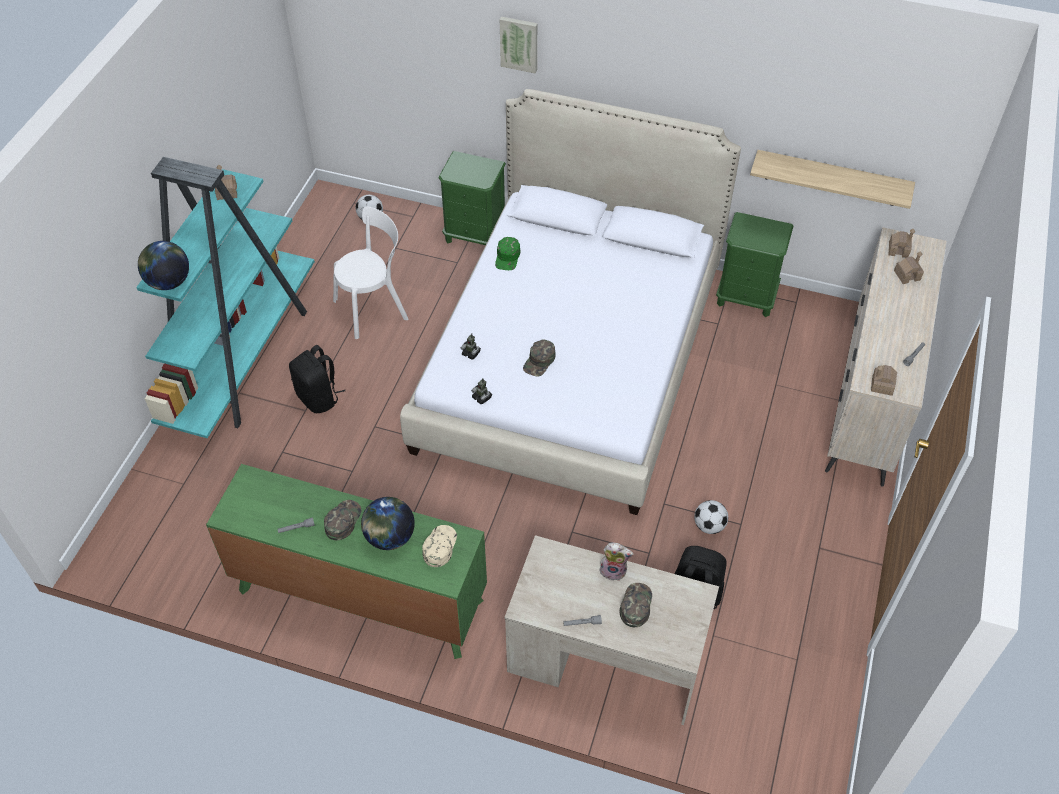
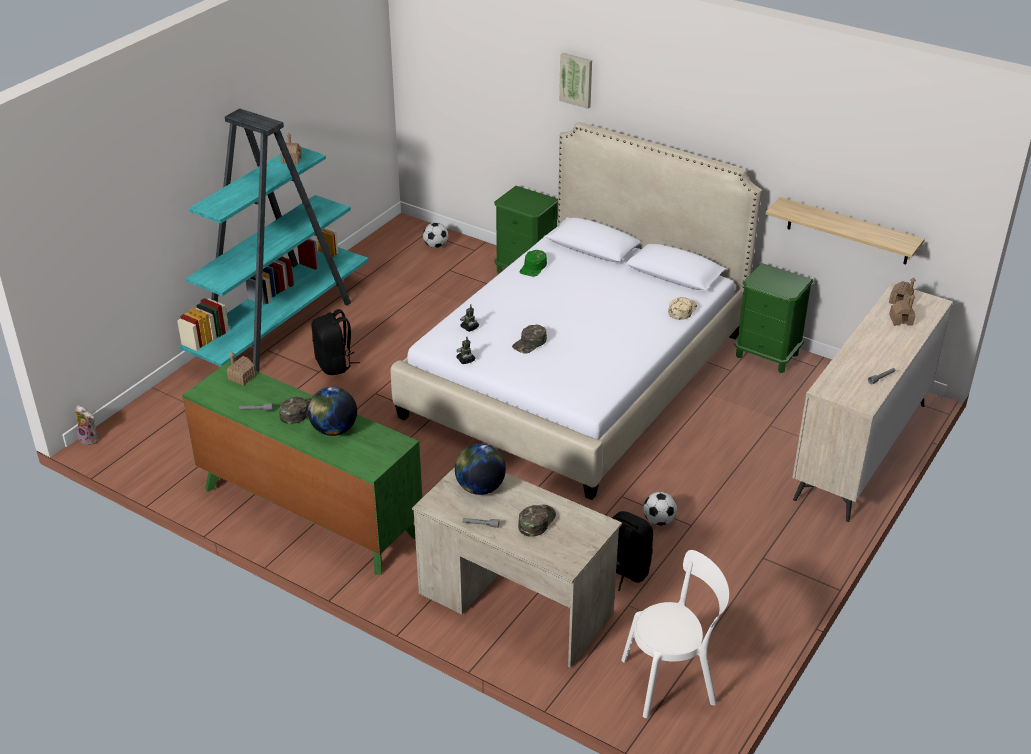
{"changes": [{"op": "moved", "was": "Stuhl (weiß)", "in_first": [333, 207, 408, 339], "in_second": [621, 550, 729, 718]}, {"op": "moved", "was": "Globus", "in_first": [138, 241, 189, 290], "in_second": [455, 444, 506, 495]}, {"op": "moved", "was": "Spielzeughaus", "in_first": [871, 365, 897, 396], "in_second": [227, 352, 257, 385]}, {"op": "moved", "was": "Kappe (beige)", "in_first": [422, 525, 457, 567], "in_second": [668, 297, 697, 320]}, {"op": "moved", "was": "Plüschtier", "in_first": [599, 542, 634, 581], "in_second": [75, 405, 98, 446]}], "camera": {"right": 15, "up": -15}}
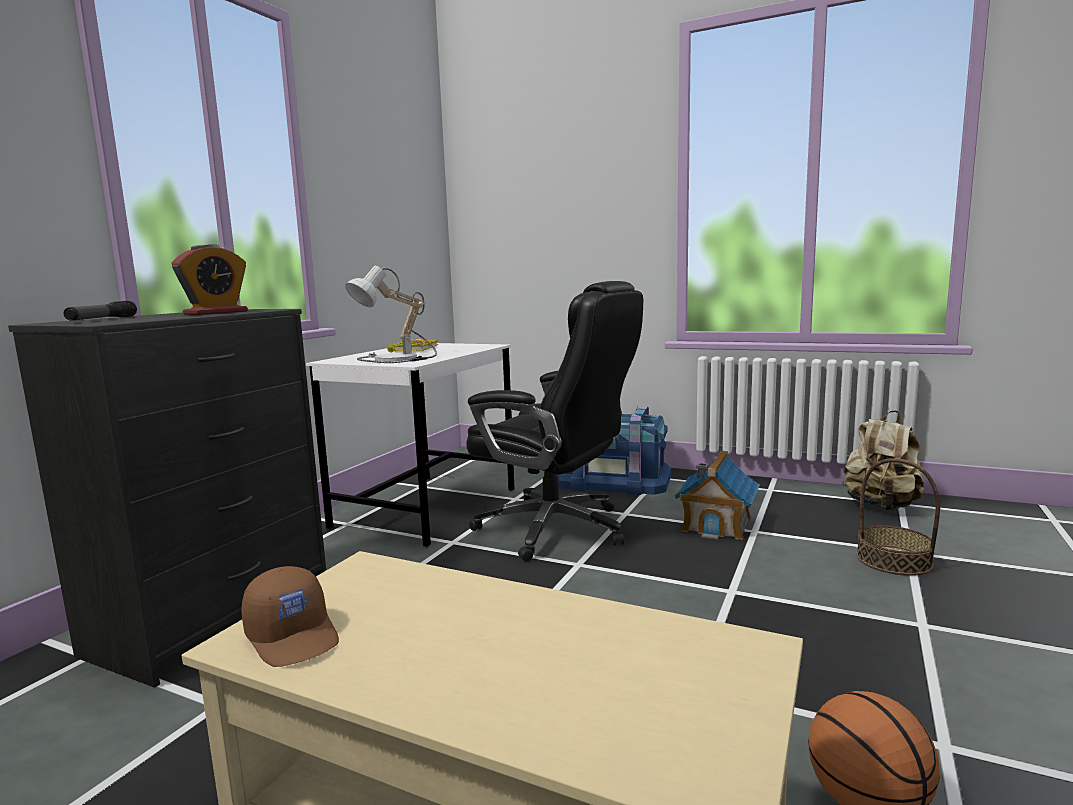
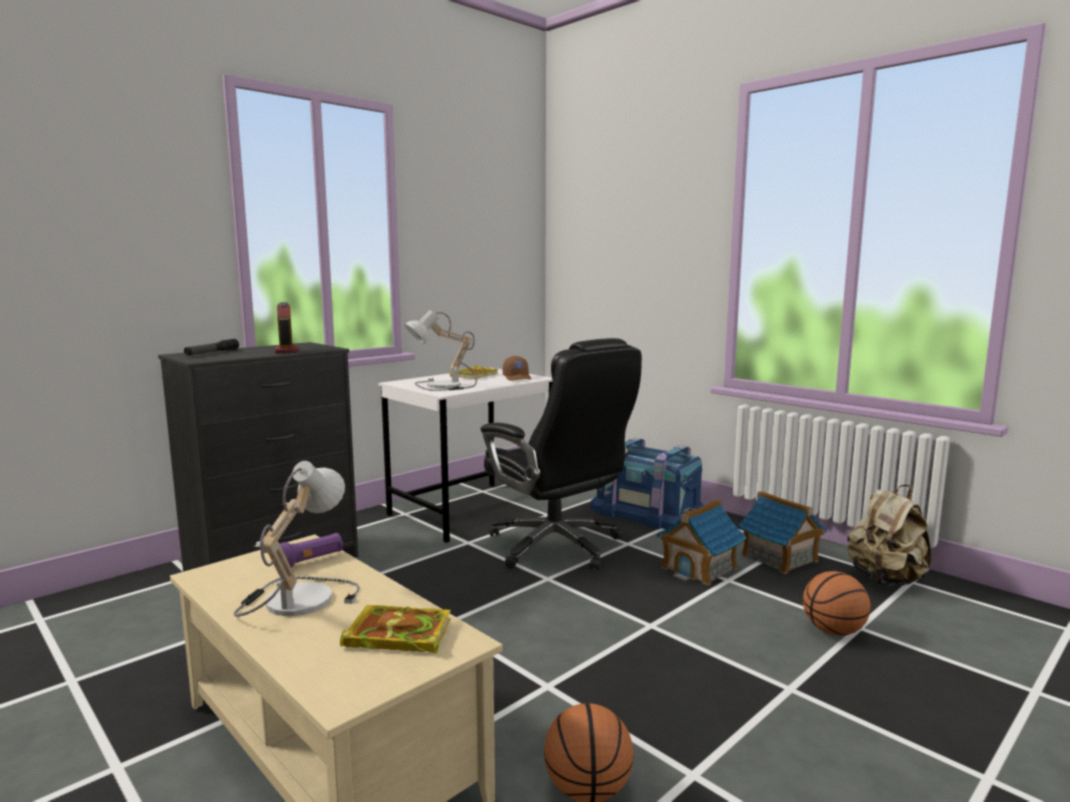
{"changes": [{"op": "turned", "was": "Wecker", "in_first": [171, 244, 248, 315], "in_second": [275, 302, 298, 353], "clockwise": 105}, {"op": "replaced", "was": "Korb", "now": "Basketball", "in_first": [857, 458, 940, 576], "in_second": [803, 571, 871, 636]}, {"op": "moved", "was": "Kappe (braun)", "in_first": [241, 566, 339, 667], "in_second": [503, 356, 531, 381]}, {"op": "added", "now": "Tischlampe", "in_second": [234, 461, 360, 617]}, {"op": "added", "now": "Spielzeughaus", "in_second": [738, 491, 827, 574]}, {"op": "added", "now": "Taschenlampe (lila)", "in_second": [279, 533, 343, 568]}, {"op": "added", "now": "Buch", "in_second": [340, 605, 451, 654]}], "camera": {"right": 20, "up": 0}}
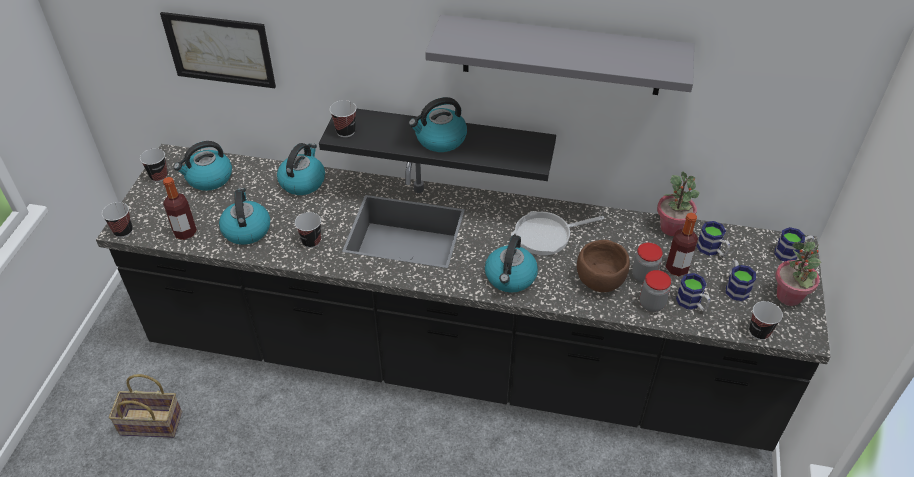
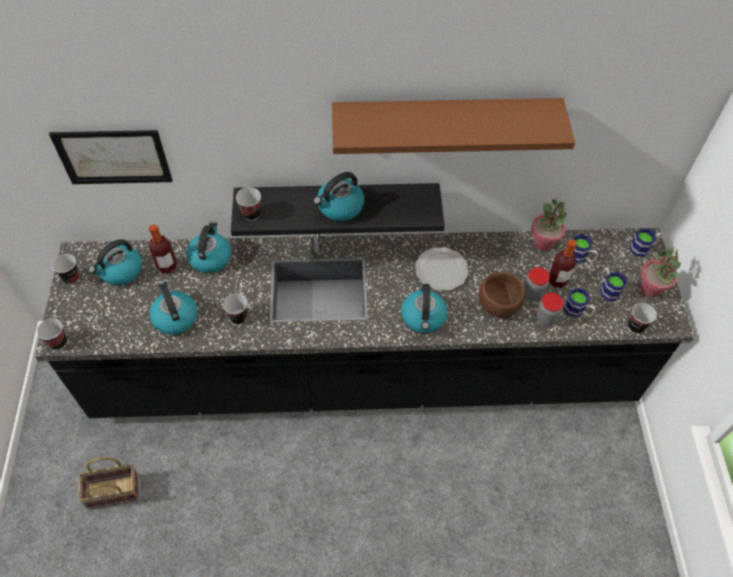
{"changes": [{"op": "recoloured", "was": "Wandregal (grau)", "now": "Wandregal (braun)", "in_first": [425, 15, 694, 95], "in_second": [332, 98, 575, 154]}, {"op": "moved", "was": "Flasche", "in_first": [163, 177, 197, 240], "in_second": [149, 224, 177, 273]}, {"op": "replaced", "was": "Pfanne", "now": "Teller", "in_first": [511, 211, 604, 255], "in_second": [415, 247, 469, 291]}], "camera": {"right": -15, "up": 10}}
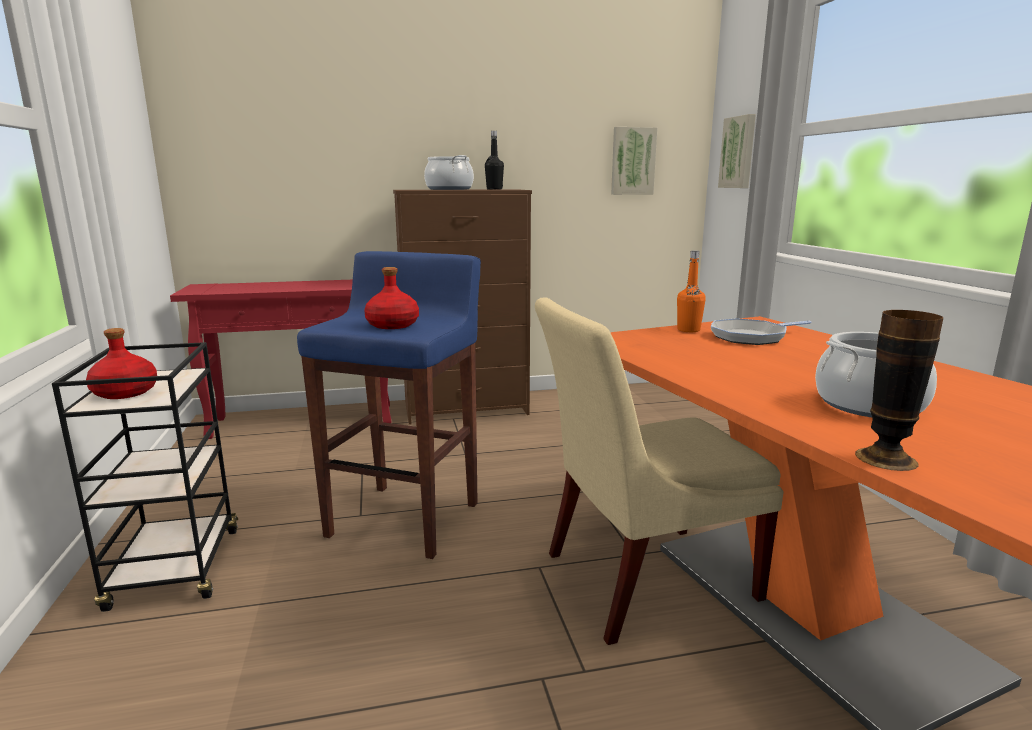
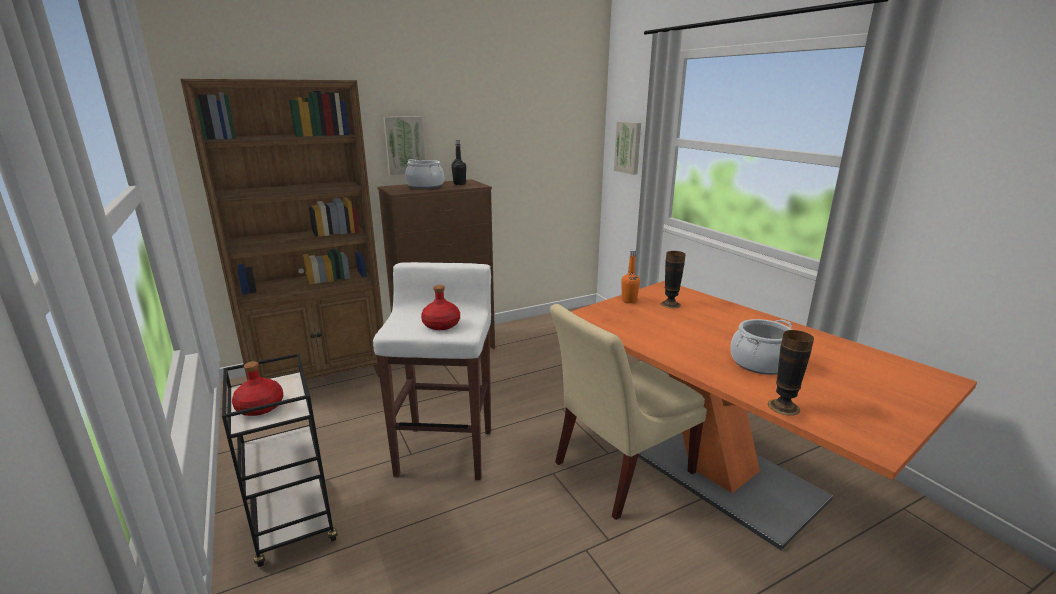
{"changes": [{"op": "moved", "was": "Bild", "in_first": [611, 127, 657, 195], "in_second": [383, 116, 425, 175]}, {"op": "recoloured", "was": "Hocker (blau)", "now": "Hocker (weiß)", "in_first": [297, 251, 481, 559], "in_second": [373, 262, 491, 480]}, {"op": "replaced", "was": "Konsolentisch (rot)", "now": "Bücherregal (braun)", "in_first": [170, 280, 391, 439], "in_second": [181, 79, 384, 380]}, {"op": "replaced", "was": "Pfanne", "now": "Vase", "in_first": [711, 318, 811, 345], "in_second": [660, 251, 686, 308]}], "camera": {"right": -15, "up": 5}}
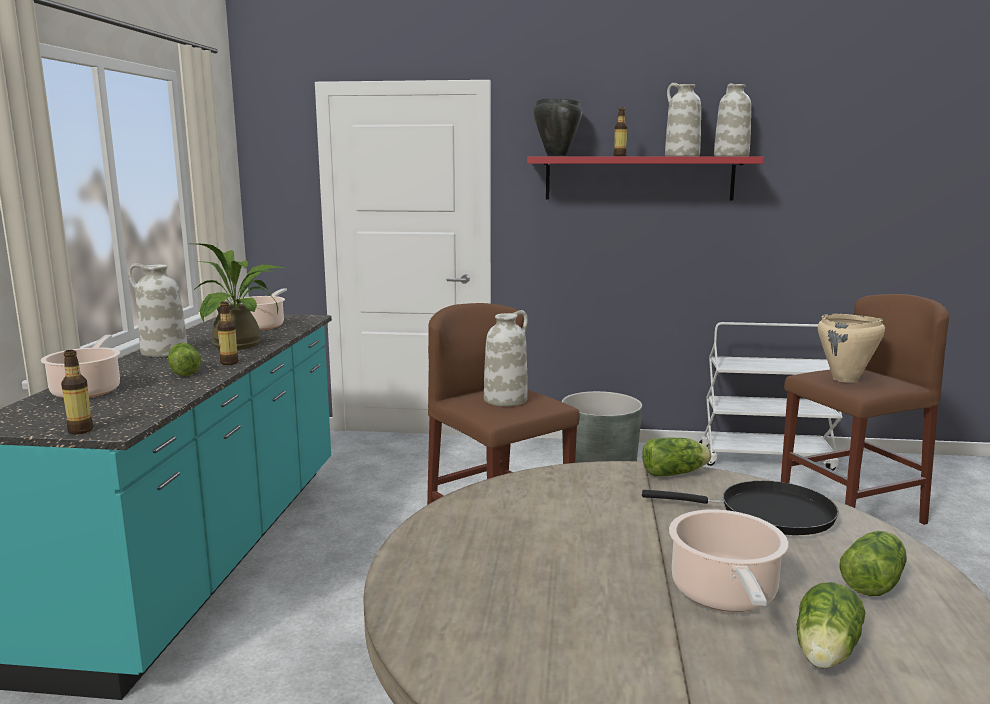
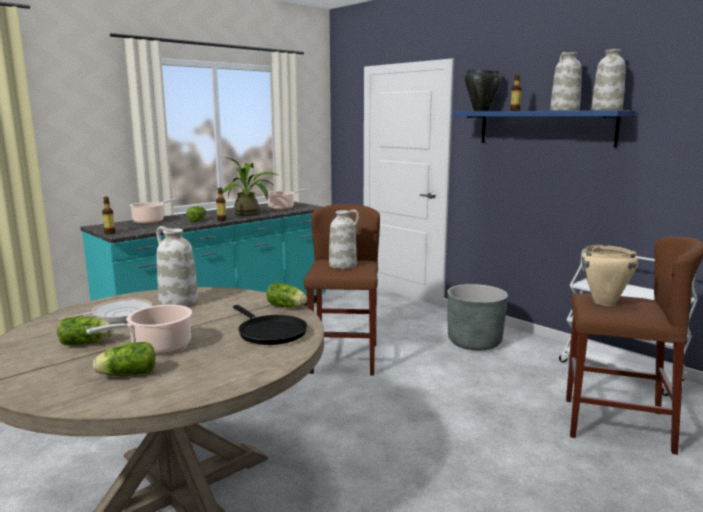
{"changes": [{"op": "recoloured", "was": "Wandregal (rot)", "now": "Wandregal (blau)", "in_first": [527, 157, 764, 201], "in_second": [453, 110, 635, 148]}, {"op": "moved", "was": "Vase (weiß)", "in_first": [128, 263, 187, 357], "in_second": [157, 226, 199, 308]}, {"op": "moved", "was": "Salatkopf", "in_first": [839, 531, 907, 596], "in_second": [57, 317, 113, 345]}, {"op": "added", "now": "Pfanne", "in_second": [58, 299, 152, 323]}], "camera": {"right": 40, "up": 0}}
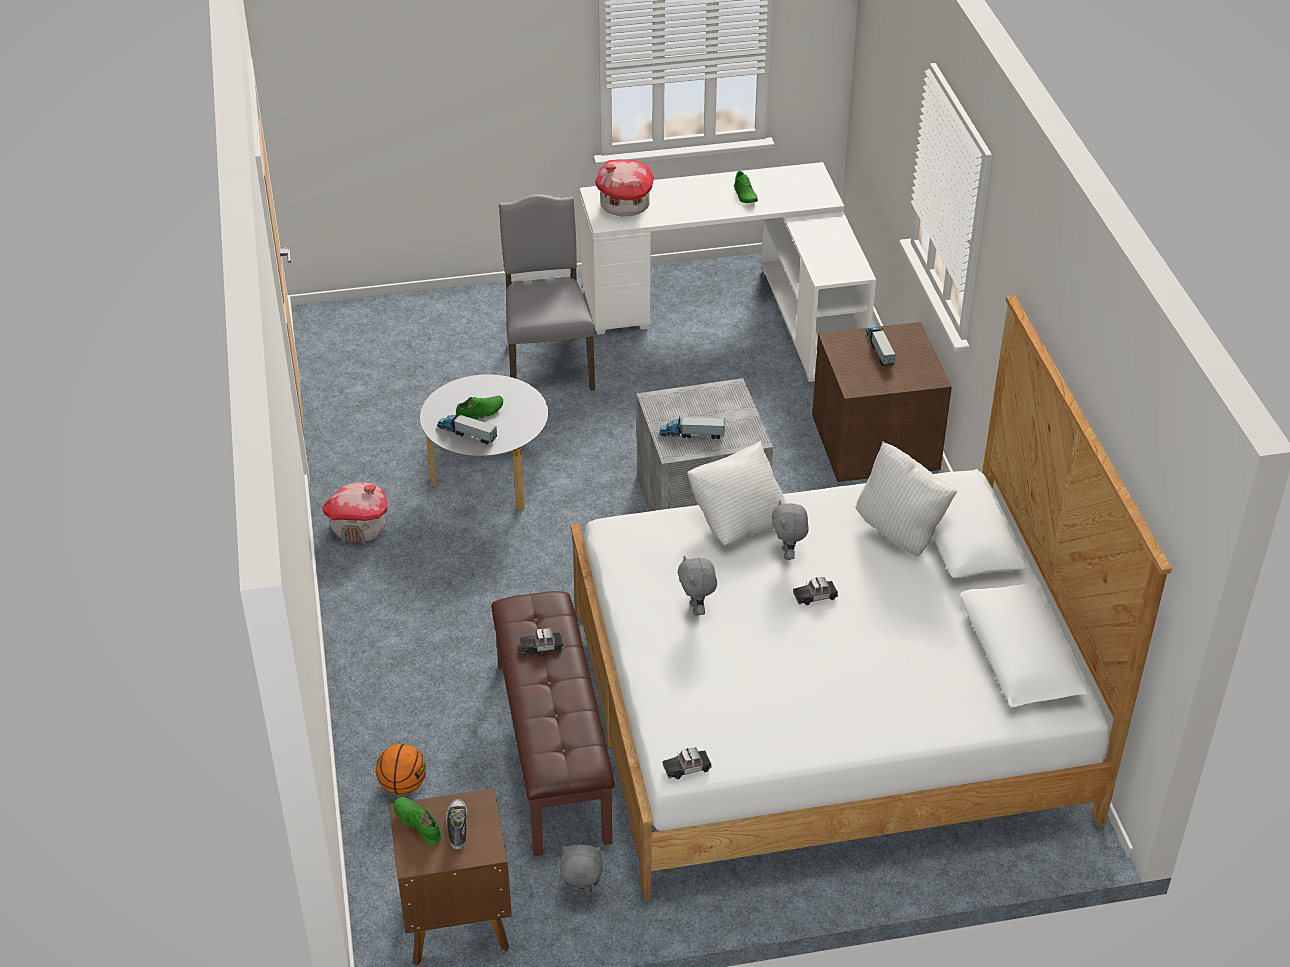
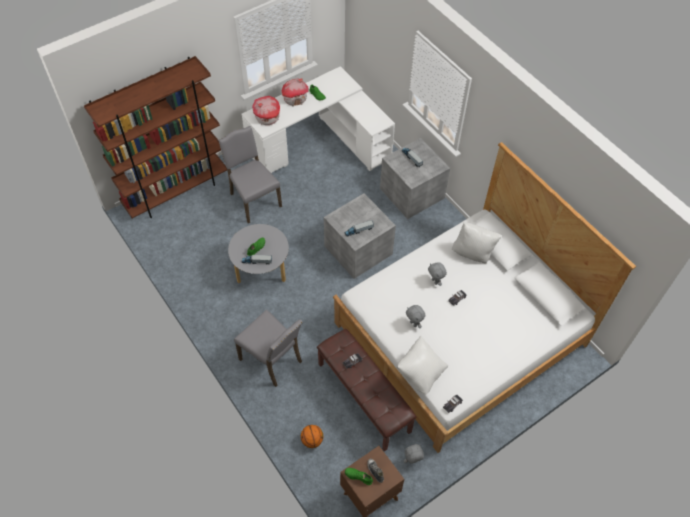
{"changes": [{"op": "recoloured", "was": "Aufbewahrungsbox (braun)", "now": "Aufbewahrungsbox (grau)", "in_first": [812, 322, 952, 482], "in_second": [380, 138, 450, 219]}, {"op": "moved", "was": "Kissen (weiß)", "in_first": [687, 441, 788, 545], "in_second": [397, 336, 448, 395]}, {"op": "moved", "was": "Spielzeughaus", "in_first": [322, 482, 388, 544], "in_second": [282, 78, 308, 107]}, {"op": "added", "now": "Bücherregal (braun)", "in_second": [84, 56, 227, 219]}, {"op": "added", "now": "Stuhl (grau)", "in_second": [234, 310, 303, 387]}], "camera": {"right": -25, "up": 15}}
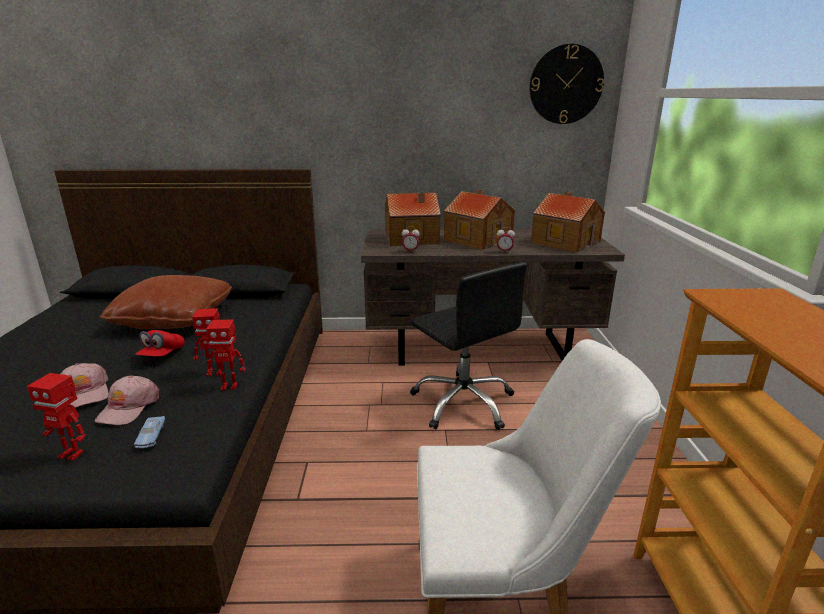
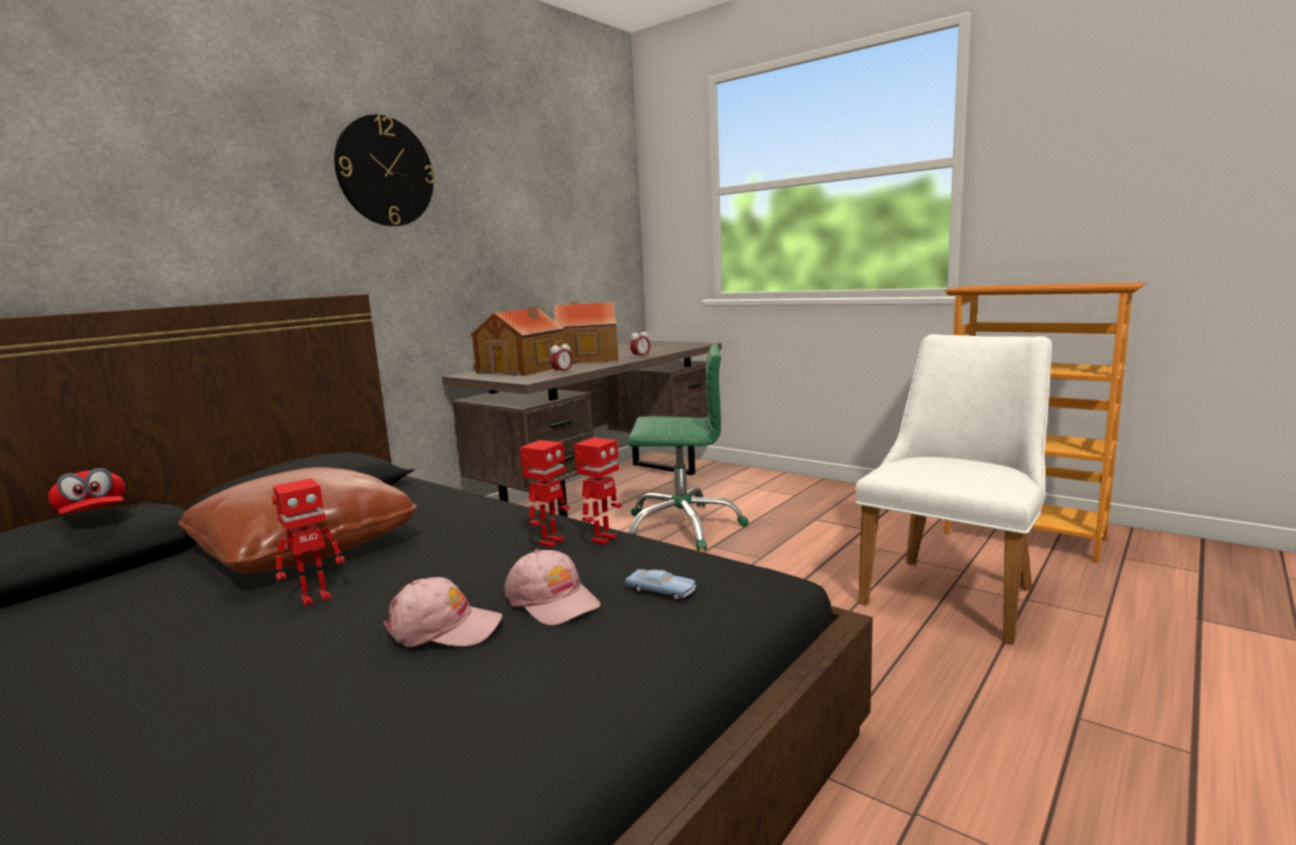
{"changes": [{"op": "moved", "was": "Wanduhr", "in_first": [530, 44, 604, 124], "in_second": [334, 115, 435, 226]}, {"op": "removed", "was": "Spielzeughaus", "in_first": [531, 191, 605, 253]}, {"op": "recoloured", "was": "Bürostuhl (schwarz)", "now": "Bürostuhl (grün)", "in_first": [410, 262, 527, 430], "in_second": [628, 344, 749, 551]}, {"op": "moved", "was": "Kappe (rot)", "in_first": [135, 330, 185, 356], "in_second": [48, 468, 125, 514]}, {"op": "moved", "was": "Spielzeugroboter", "in_first": [27, 373, 86, 461], "in_second": [272, 478, 345, 607]}], "camera": {"right": -50, "up": -10}}
